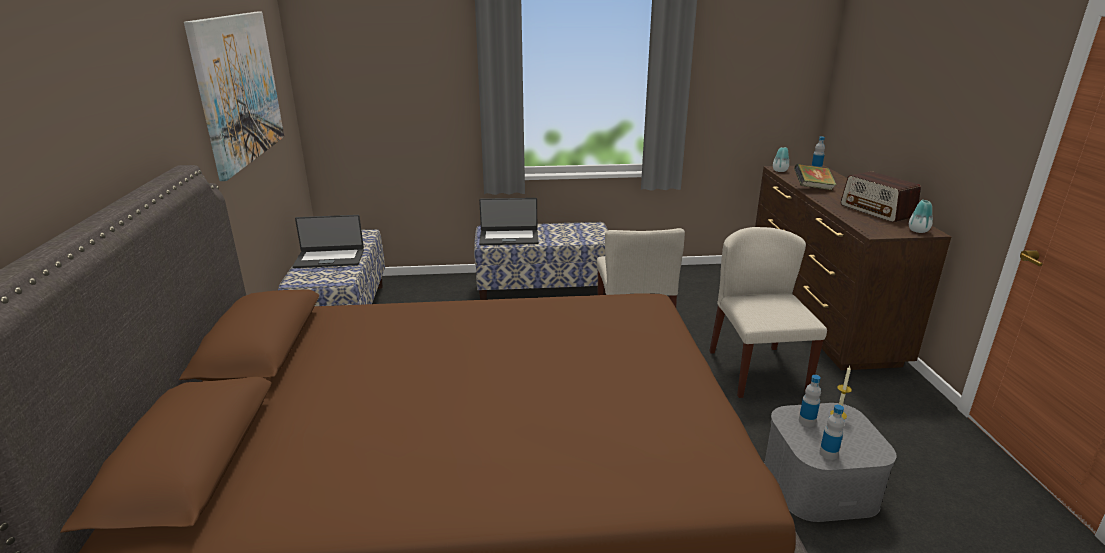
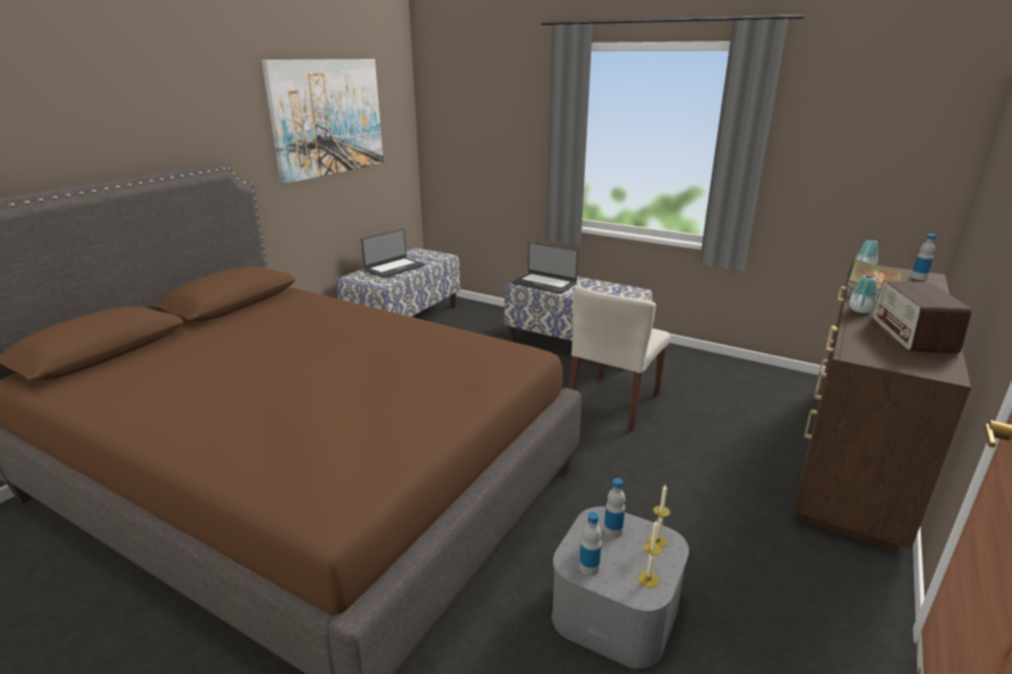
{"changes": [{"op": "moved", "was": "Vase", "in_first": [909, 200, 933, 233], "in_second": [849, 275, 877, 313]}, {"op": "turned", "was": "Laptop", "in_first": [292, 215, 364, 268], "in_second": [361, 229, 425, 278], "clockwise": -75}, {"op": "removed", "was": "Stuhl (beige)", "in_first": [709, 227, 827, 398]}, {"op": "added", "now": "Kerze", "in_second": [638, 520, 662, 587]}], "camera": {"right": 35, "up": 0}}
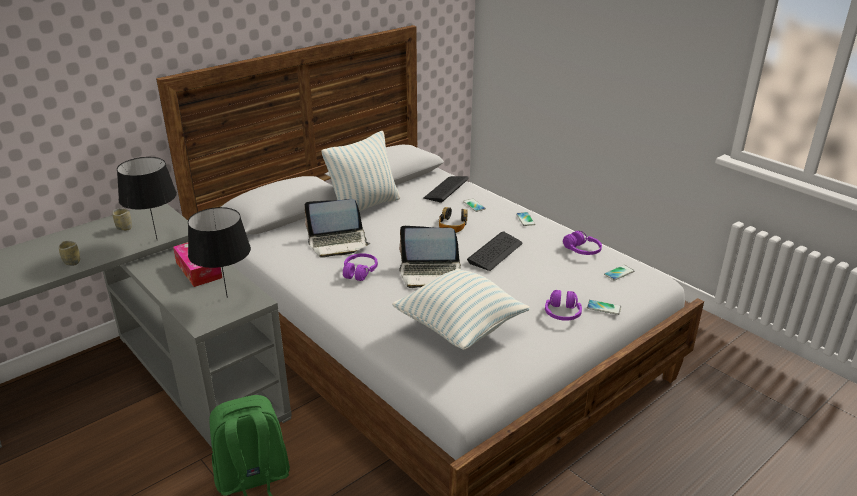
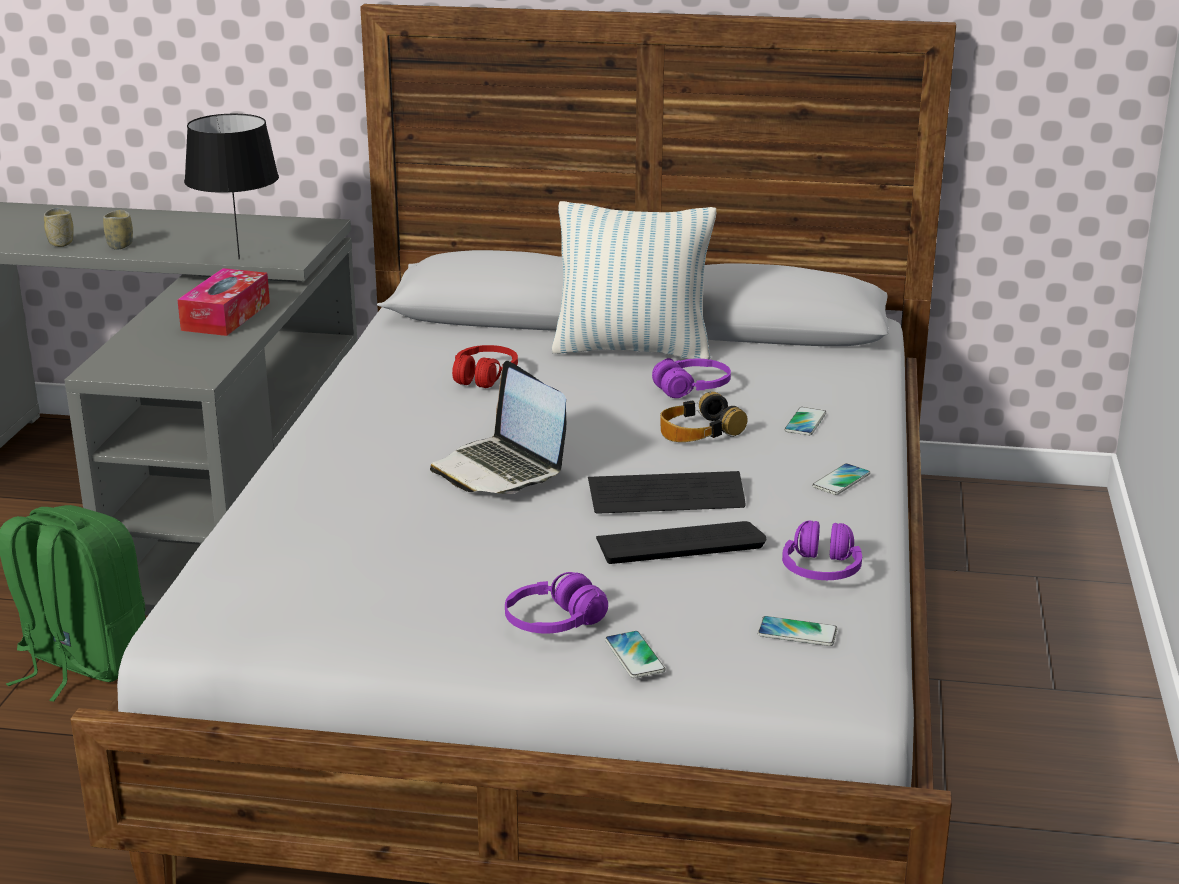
{"changes": [{"op": "moved", "was": "Tastatur", "in_first": [424, 176, 468, 203], "in_second": [596, 521, 766, 564]}, {"op": "replaced", "was": "Laptop", "now": "Kopfhörer (rot)", "in_first": [304, 199, 370, 258], "in_second": [452, 345, 518, 388]}, {"op": "removed", "was": "Tischlampe (schwarz)", "in_first": [188, 207, 251, 298]}, {"op": "moved", "was": "Tasse", "in_first": [112, 209, 132, 231], "in_second": [44, 208, 74, 247]}, {"op": "moved", "was": "Kopfhörer (lila)", "in_first": [343, 253, 378, 281], "in_second": [652, 358, 731, 398]}, {"op": "removed", "was": "Kissen", "in_first": [392, 268, 530, 350]}], "camera": {"right": 50, "up": -5}}
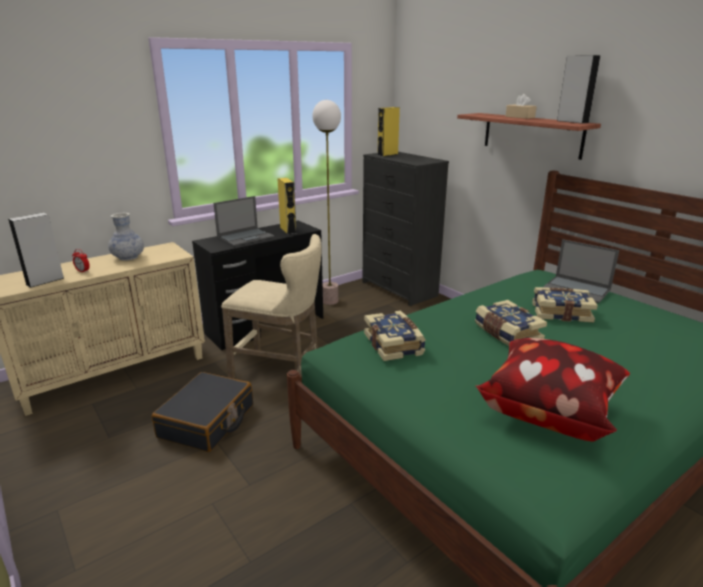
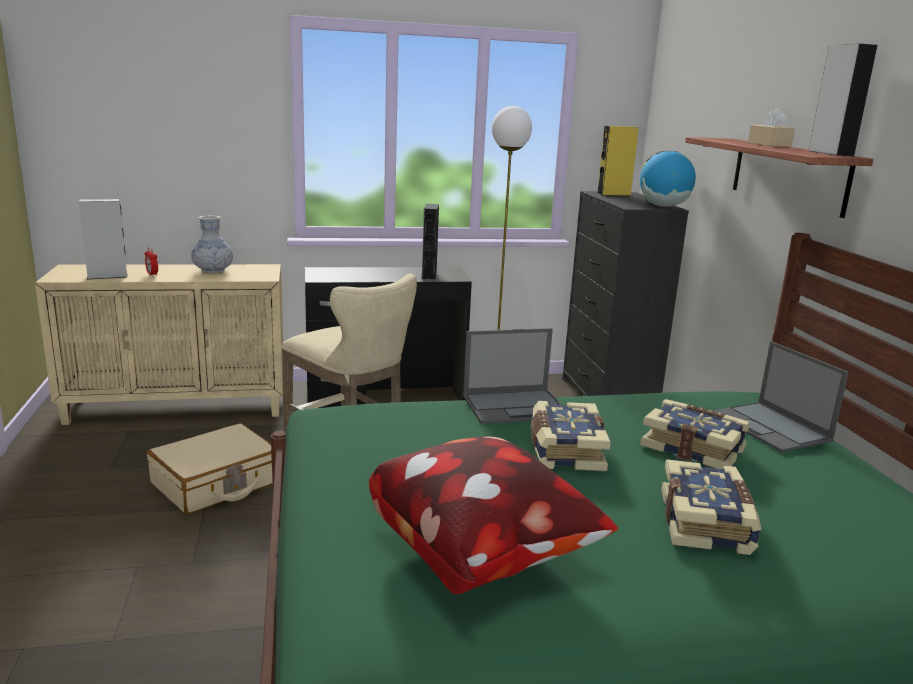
{"changes": [{"op": "recoloured", "was": "Lautsprecher (gelb)", "now": "Lautsprecher (schwarz)", "in_first": [277, 178, 296, 235], "in_second": [422, 204, 439, 280]}, {"op": "moved", "was": "Laptop", "in_first": [213, 196, 275, 246], "in_second": [463, 328, 561, 424]}, {"op": "moved", "was": "Buch", "in_first": [364, 310, 426, 361], "in_second": [661, 459, 762, 555]}, {"op": "recoloured", "was": "Koffer (schwarz)", "now": "Koffer (beige)", "in_first": [152, 372, 253, 452], "in_second": [147, 423, 273, 514]}, {"op": "added", "now": "Globus", "in_second": [640, 151, 696, 207]}], "camera": {"right": 25, "up": -5}}
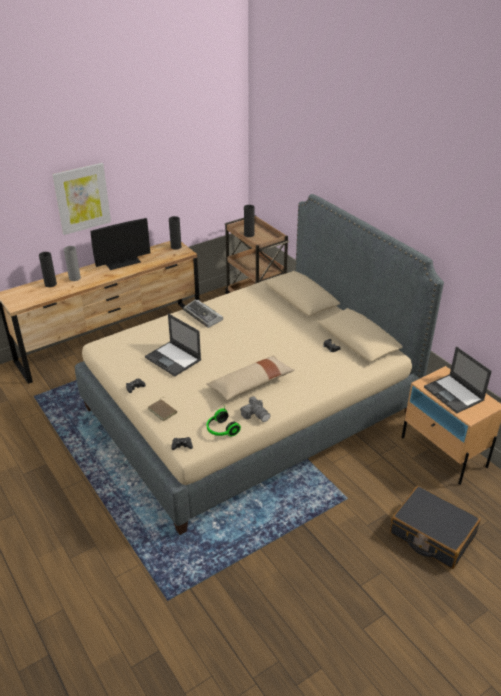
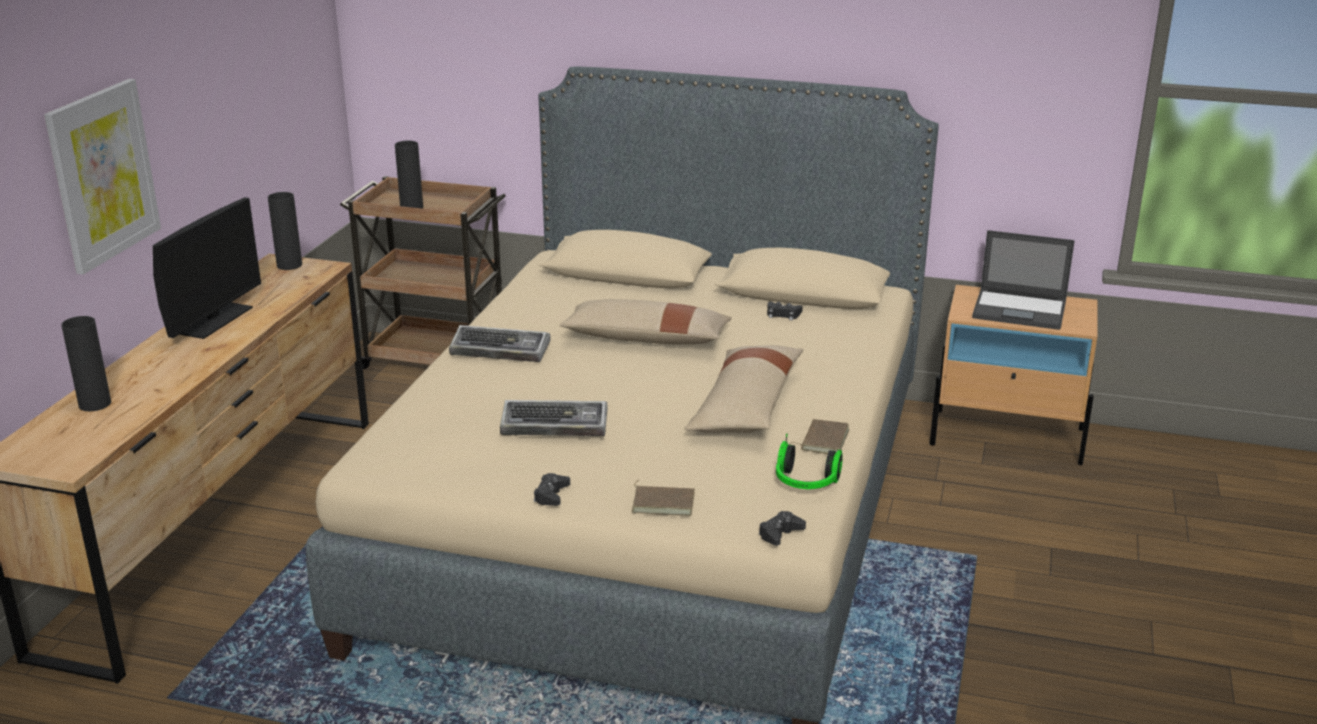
{"changes": [{"op": "removed", "was": "Vase (grau)", "in_first": [64, 246, 81, 281]}, {"op": "replaced", "was": "Laptop", "now": "Tastatur", "in_first": [145, 314, 201, 376], "in_second": [500, 400, 607, 436]}, {"op": "replaced", "was": "Kamera", "now": "Buch (braun)", "in_first": [240, 396, 270, 422], "in_second": [789, 419, 849, 454]}, {"op": "removed", "was": "Koffer (schwarz)", "in_first": [390, 486, 481, 569]}, {"op": "added", "now": "Kissen (beige)", "in_second": [559, 299, 732, 344]}], "camera": {"right": -40, "up": -10}}
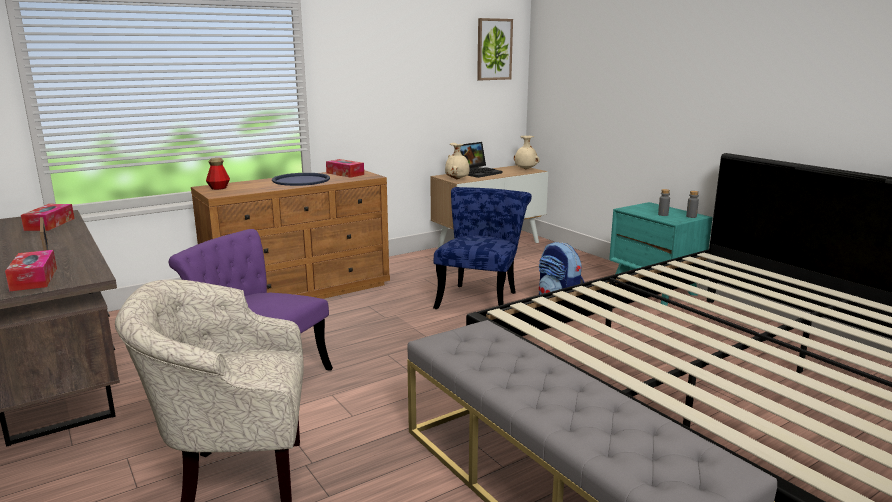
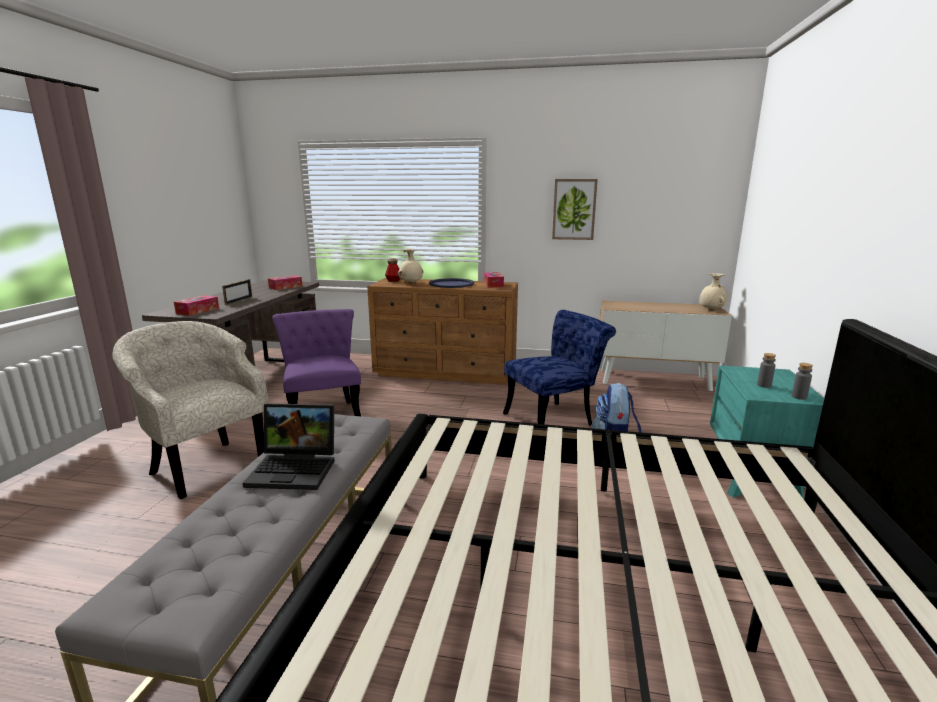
{"changes": [{"op": "moved", "was": "Bild", "in_first": [477, 18, 513, 80], "in_second": [552, 179, 598, 240]}, {"op": "moved", "was": "Laptop", "in_first": [460, 142, 502, 178], "in_second": [243, 403, 335, 490]}, {"op": "moved", "was": "Vase (beige)", "in_first": [445, 143, 470, 179], "in_second": [398, 248, 423, 283]}], "camera": {"right": 45, "up": 0}}
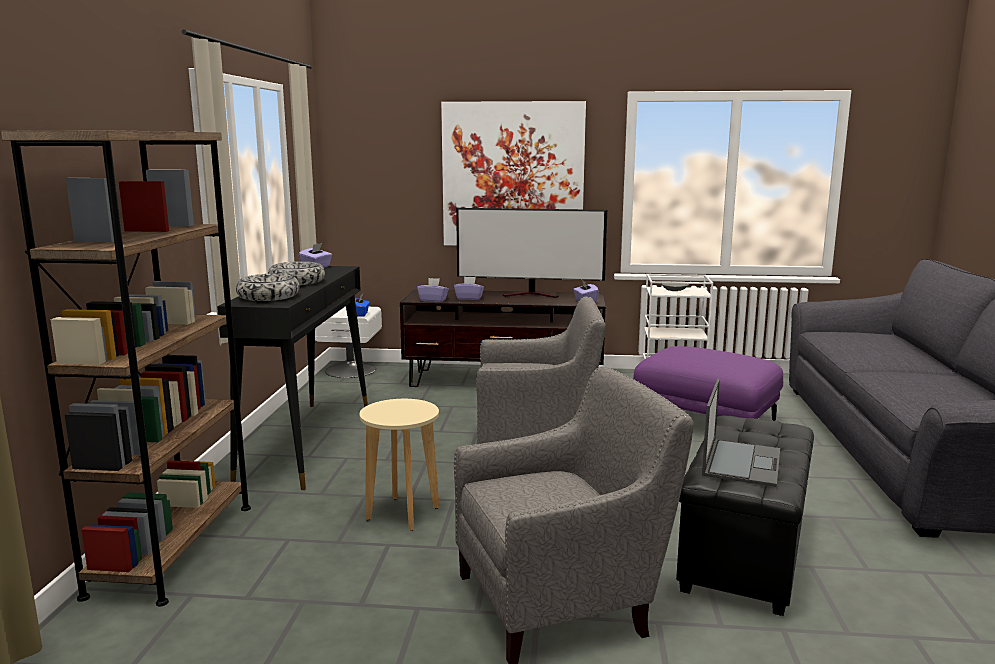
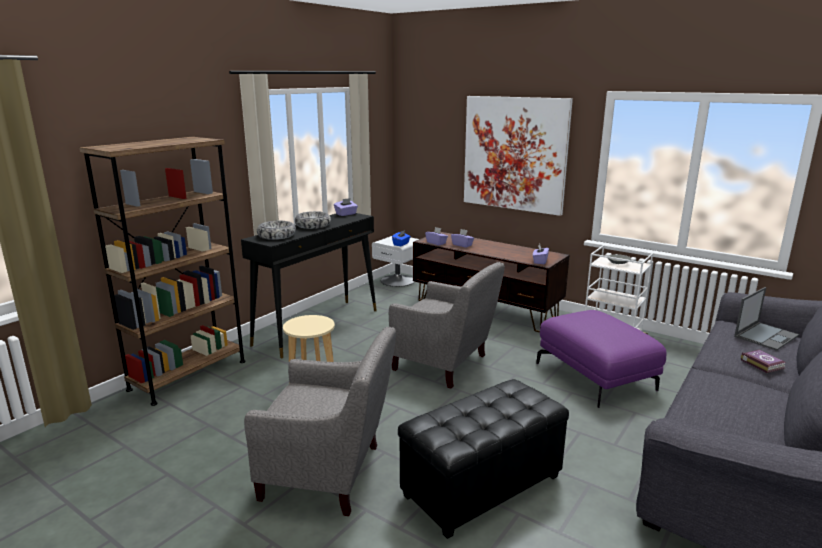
{"changes": [{"op": "removed", "was": "Fernseher", "in_first": [456, 208, 607, 298]}, {"op": "moved", "was": "Laptop", "in_first": [702, 379, 780, 487], "in_second": [734, 287, 799, 351]}, {"op": "added", "now": "Buch", "in_second": [741, 350, 786, 373]}], "camera": {"right": 30, "up": 5}}
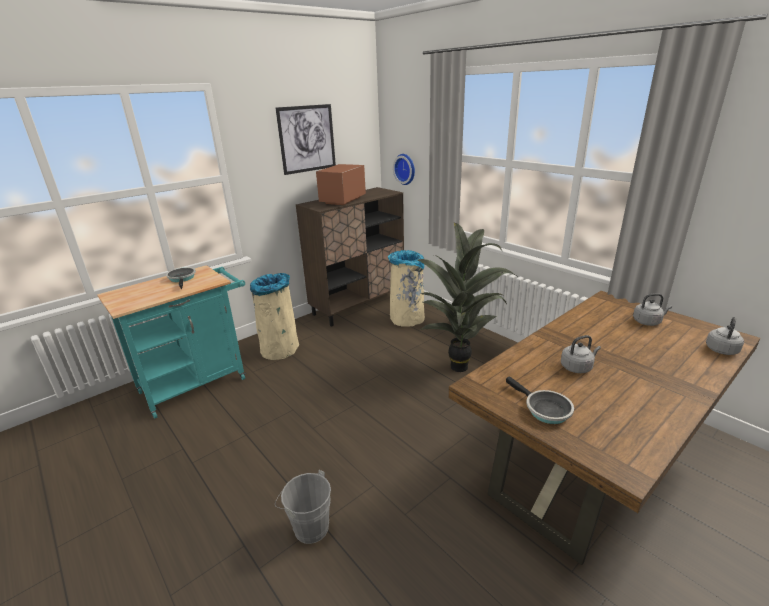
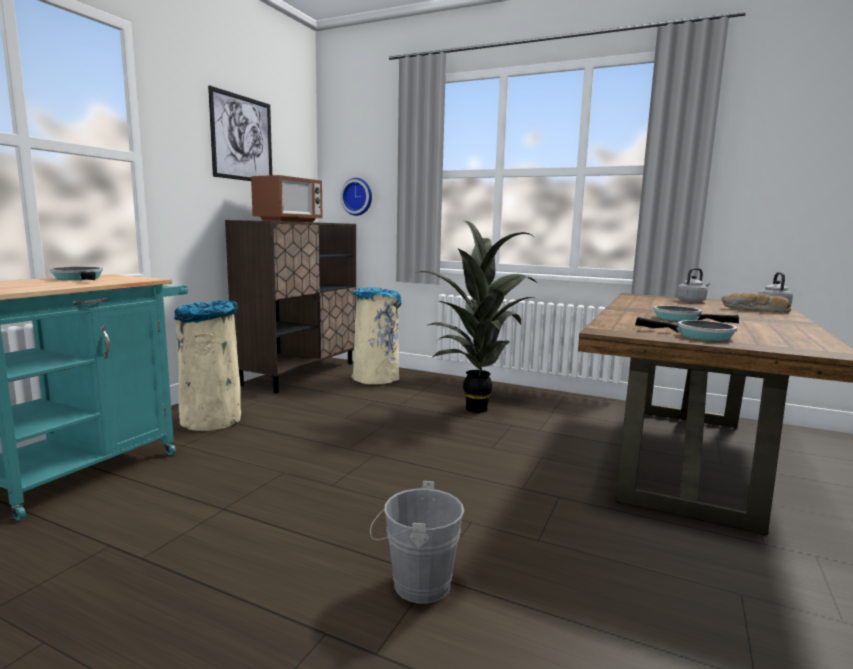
{"changes": [{"op": "turned", "was": "Mikrowelle", "in_first": [316, 164, 366, 205], "in_second": [251, 175, 322, 222], "clockwise": -150}, {"op": "replaced", "was": "Wasserkessel (grau)", "now": "Pfanne", "in_first": [561, 335, 601, 373], "in_second": [654, 306, 739, 324]}, {"op": "added", "now": "Brot", "in_second": [722, 293, 791, 313]}], "camera": {"right": -25, "up": -15}}
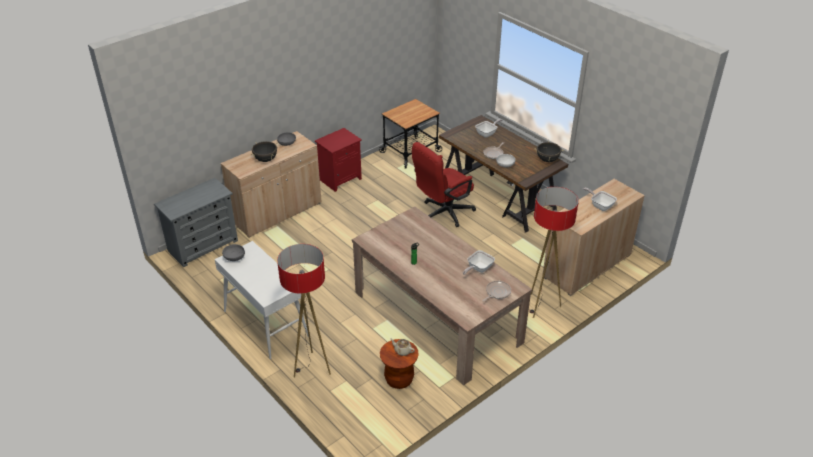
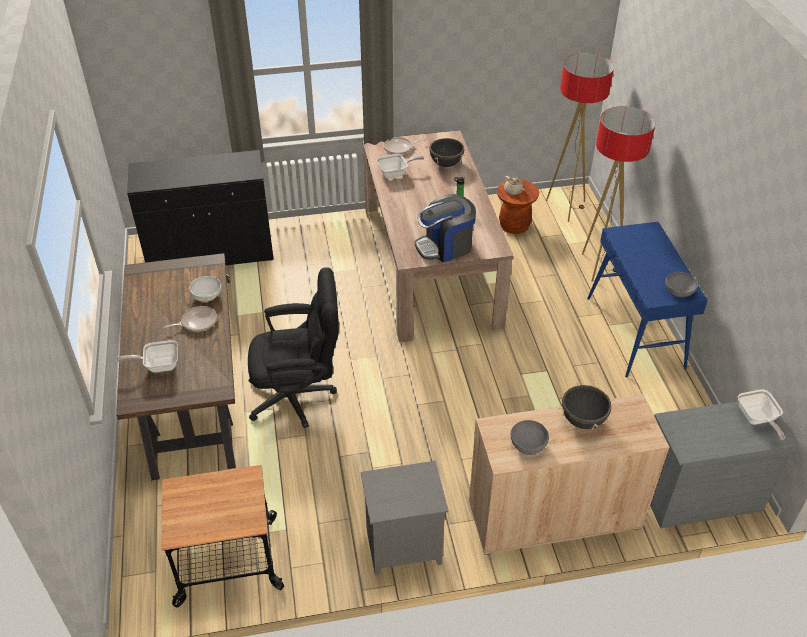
{"changes": [{"op": "recoloured", "was": "Nachttisch (rot)", "now": "Nachttisch (grau)", "in_first": [315, 128, 362, 192], "in_second": [361, 461, 449, 576]}, {"op": "moved", "was": "Kochtopf (schwarz)", "in_first": [534, 141, 564, 162], "in_second": [429, 138, 466, 167]}, {"op": "recoloured", "was": "Bürostuhl (rot)", "now": "Bürostuhl (schwarz)", "in_first": [412, 142, 476, 227], "in_second": [248, 267, 339, 428]}, {"op": "recoloured", "was": "Schrank (beige)", "now": "Schrank (schwarz)", "in_first": [542, 179, 645, 296], "in_second": [127, 150, 274, 265]}, {"op": "moved", "was": "Stehlampe", "in_first": [529, 187, 579, 318], "in_second": [546, 53, 614, 222]}, {"op": "moved", "was": "Pfanne", "in_first": [583, 187, 617, 211], "in_second": [738, 389, 785, 440]}, {"op": "recoloured", "was": "Konsolentisch (weiß)", "now": "Konsolentisch (blau)", "in_first": [215, 241, 309, 359], "in_second": [587, 222, 708, 378]}, {"op": "added", "now": "Kaffeemaschine", "in_second": [414, 194, 476, 262]}], "camera": {"right": -150, "up": 5}}
